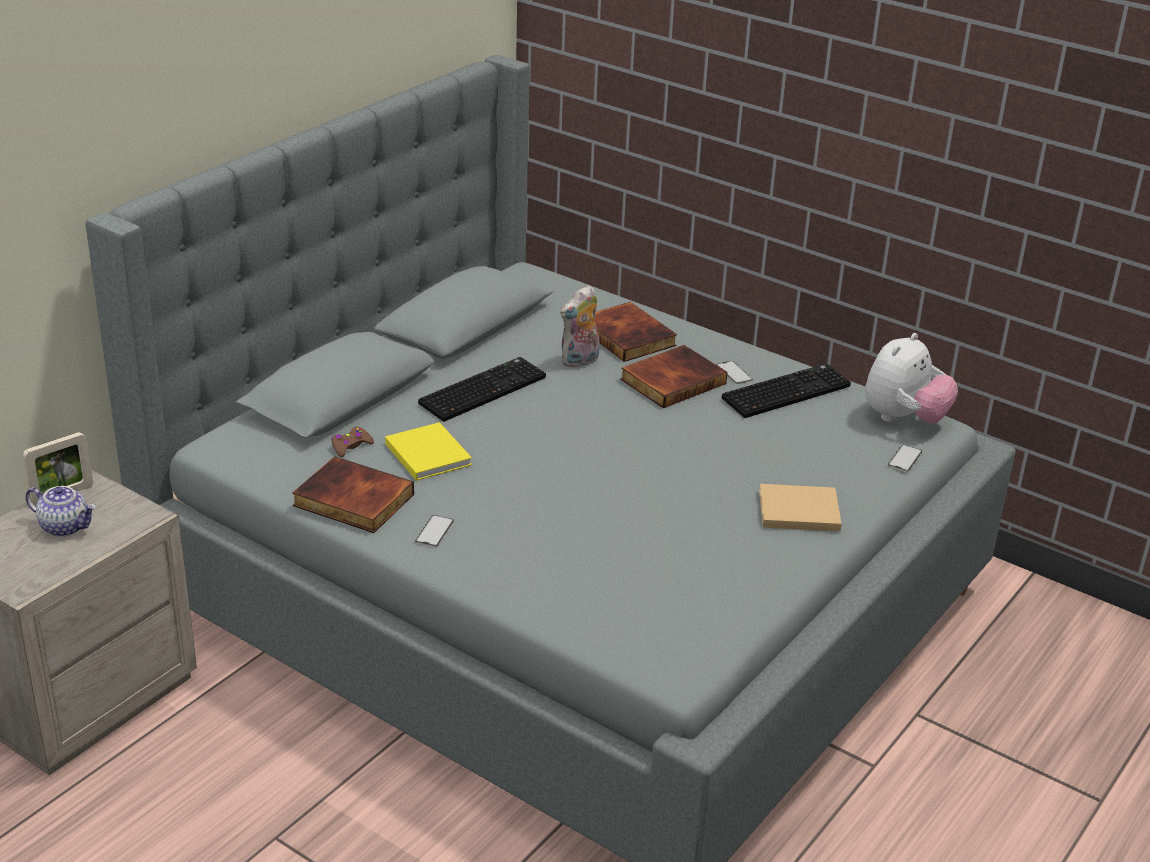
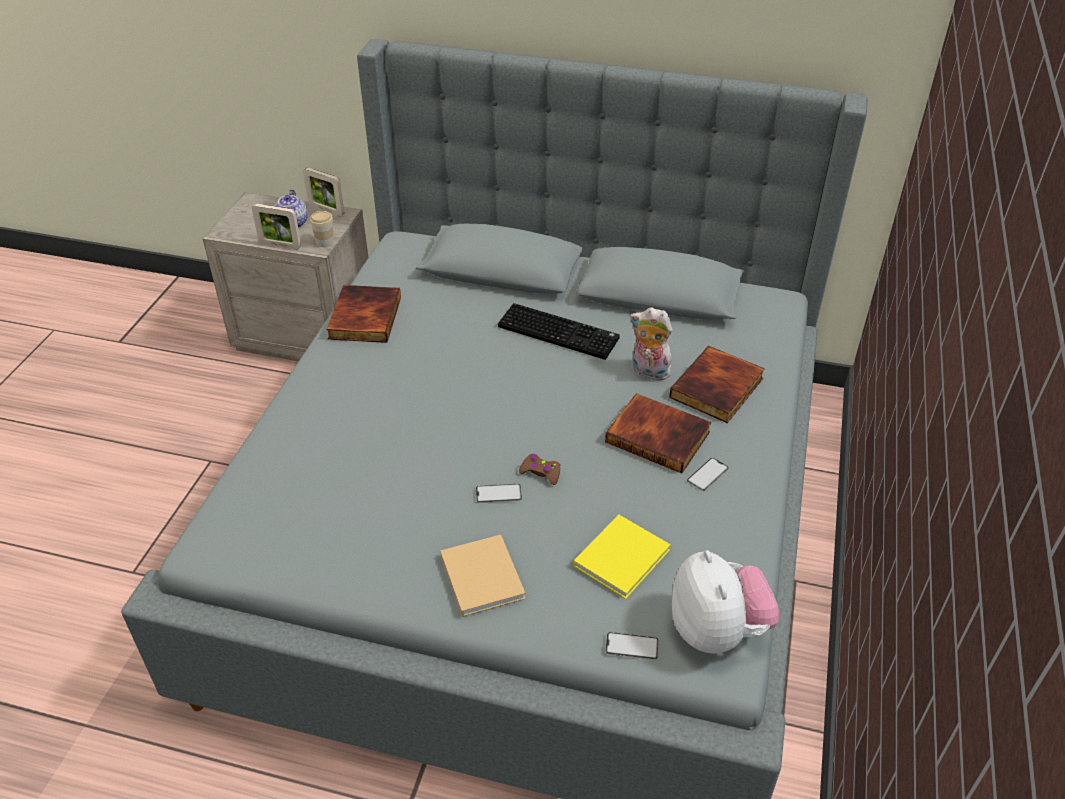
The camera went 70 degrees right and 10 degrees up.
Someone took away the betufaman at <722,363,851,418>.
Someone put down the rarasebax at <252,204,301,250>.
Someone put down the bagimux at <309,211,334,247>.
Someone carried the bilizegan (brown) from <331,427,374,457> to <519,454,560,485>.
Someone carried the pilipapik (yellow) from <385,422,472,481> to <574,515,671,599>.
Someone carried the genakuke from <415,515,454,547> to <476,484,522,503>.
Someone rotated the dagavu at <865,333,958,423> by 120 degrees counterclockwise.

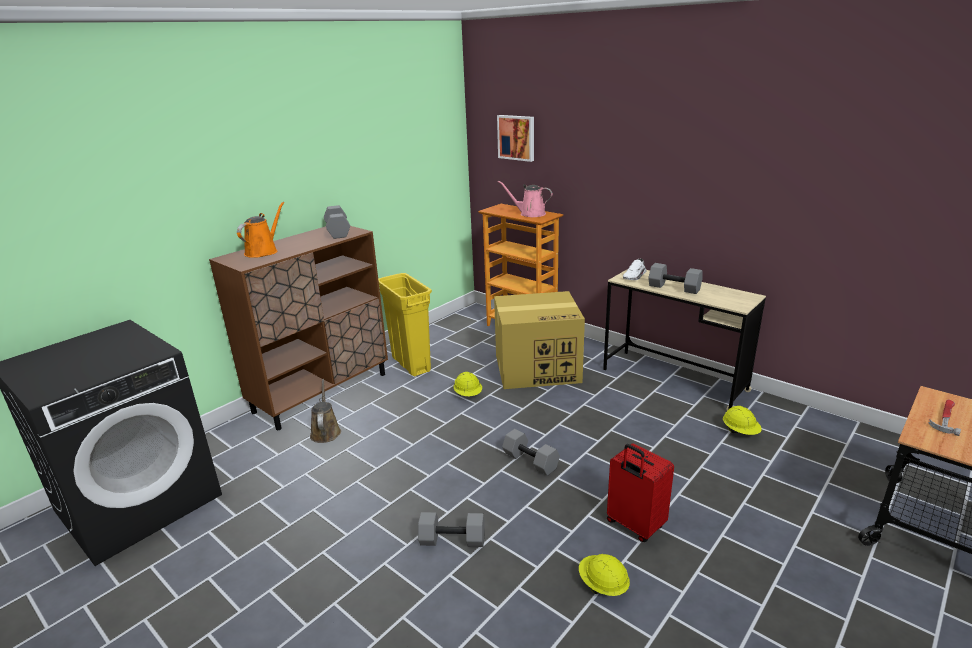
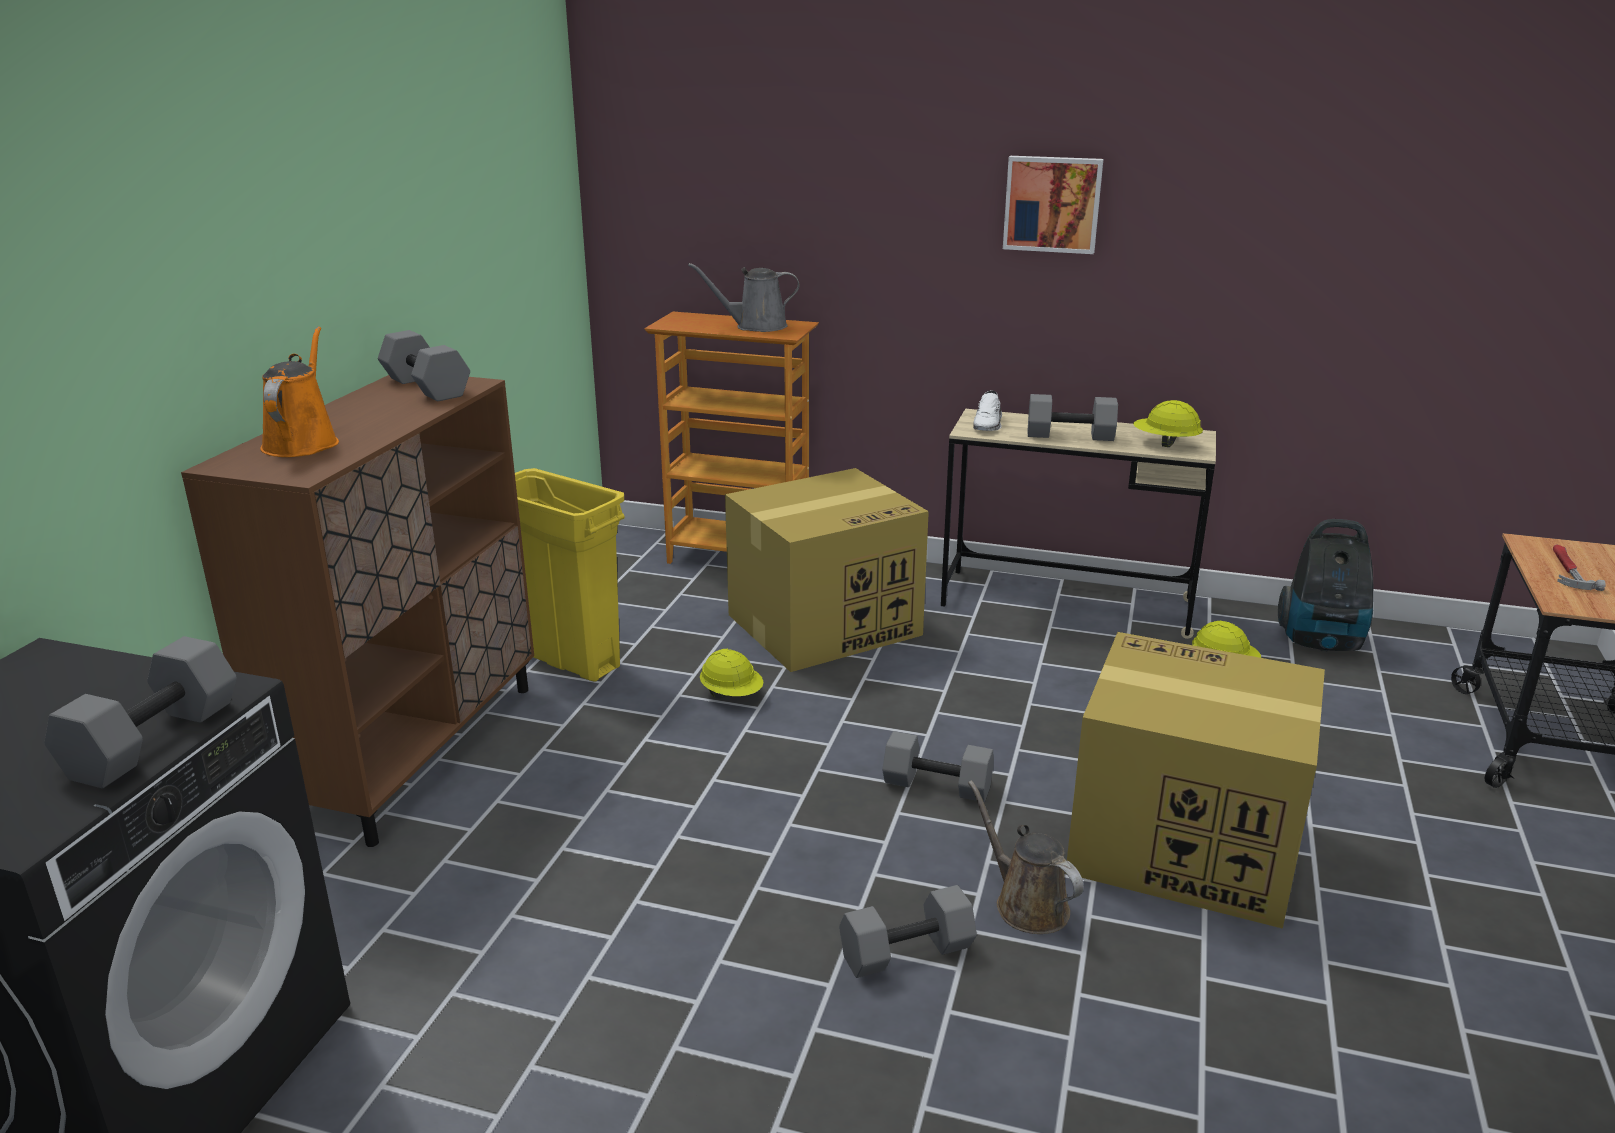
The camera went 25 degrees left and 0 degrees up.
Someone put down the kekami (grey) at <45,636,237,788>.
Someone put down the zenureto at <1278,519,1373,652>.
Someone carried the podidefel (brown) from <310,379,341,443> to <968,780,1084,934>.
Someone carried the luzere from <497,115,534,162> to <1003,156,1103,254>.
Someone carried the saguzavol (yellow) from <579,554,630,596> to <1133,400,1203,447>.
Someone swapped the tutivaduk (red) at <607,443,674,542> for the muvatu at <1065,632,1325,929>.
Someone repainted the podidefel (pink) at <498,181,552,217>, which became the podidefel (grey) at <688,263,799,332>.

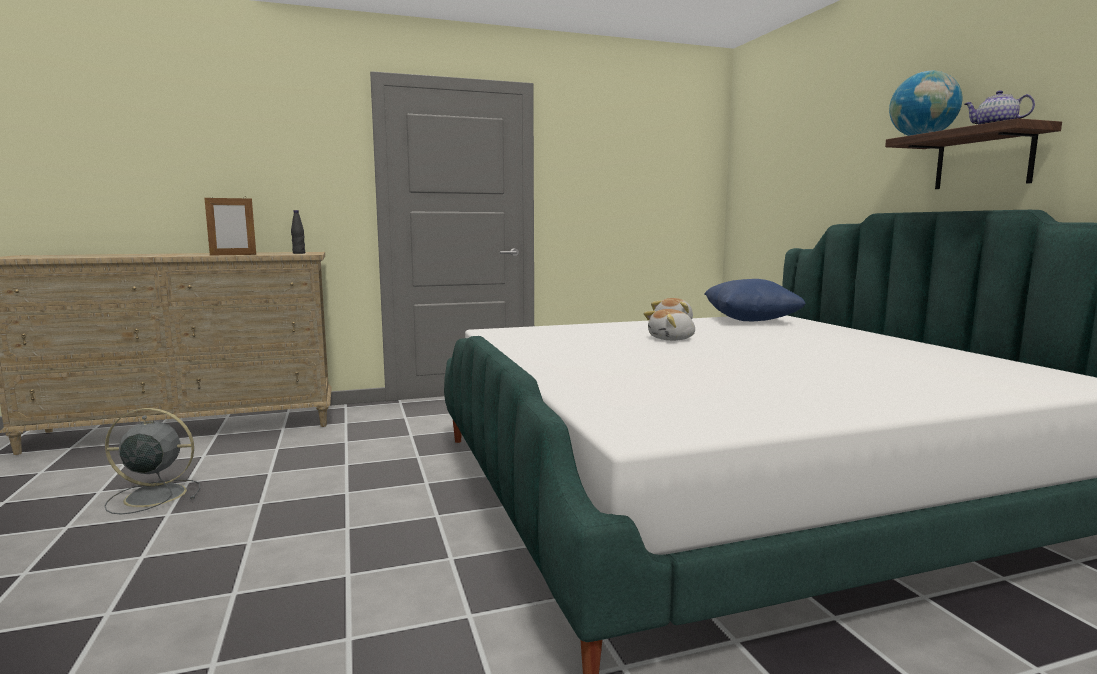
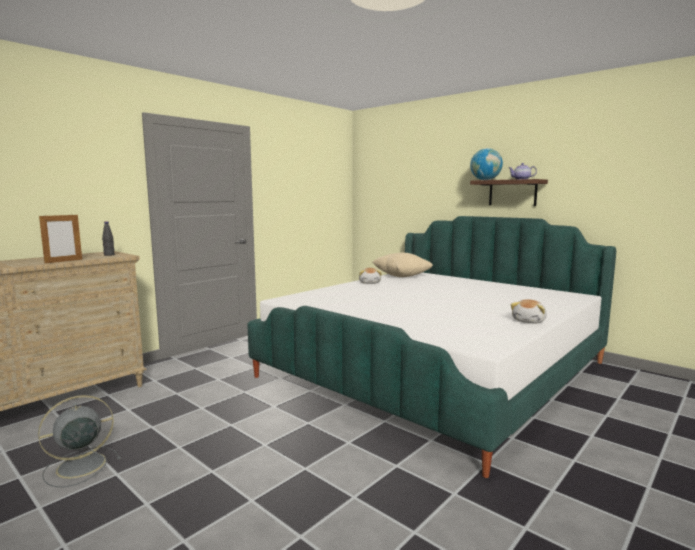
The camera went 30 degrees left and 0 degrees up.
Someone carried the dagavu from <644,309,695,341> to <511,299,547,323>.
Someone repainted the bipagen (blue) at <704,279,806,321>, which became the bipagen (beige) at <372,253,433,277>.

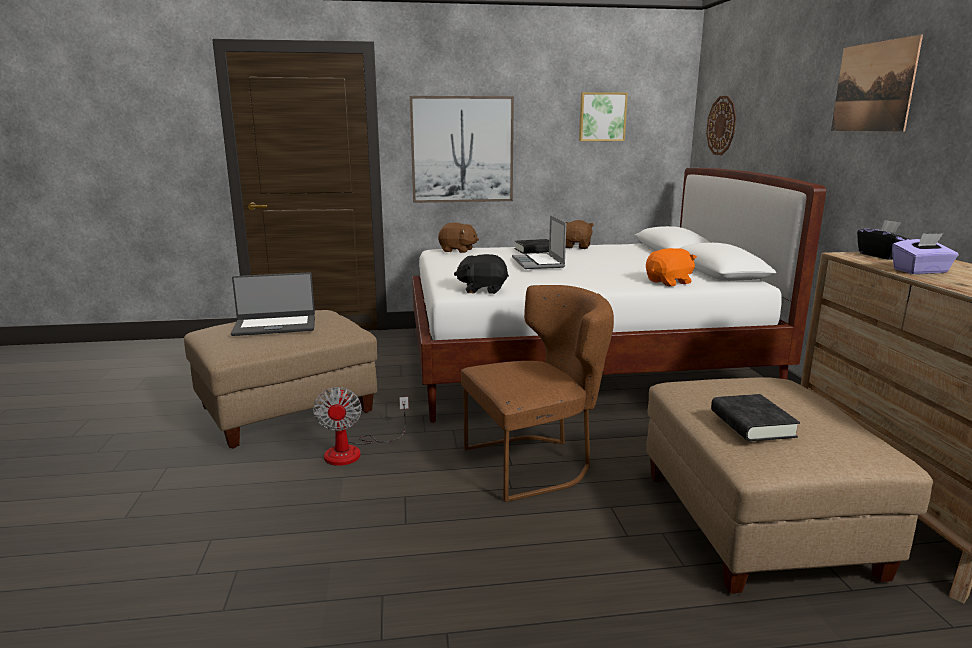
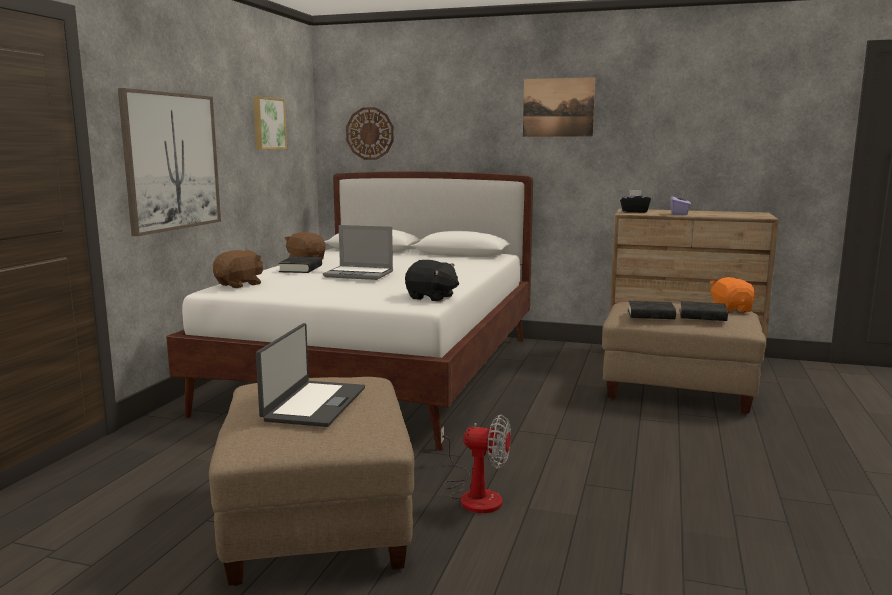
The camera went 65 degrees left and 5 degrees down.
Someone took away the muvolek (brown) at <461,285,614,502>.
Someone put down the pilipapik (black) at <628,301,676,319>.
Someone carried the dagavu (orange) from <646,248,697,287> to <710,277,755,313>.
Someone rotated the dagavu (black) at <454,254,509,294> by 90 degrees counterclockwise.

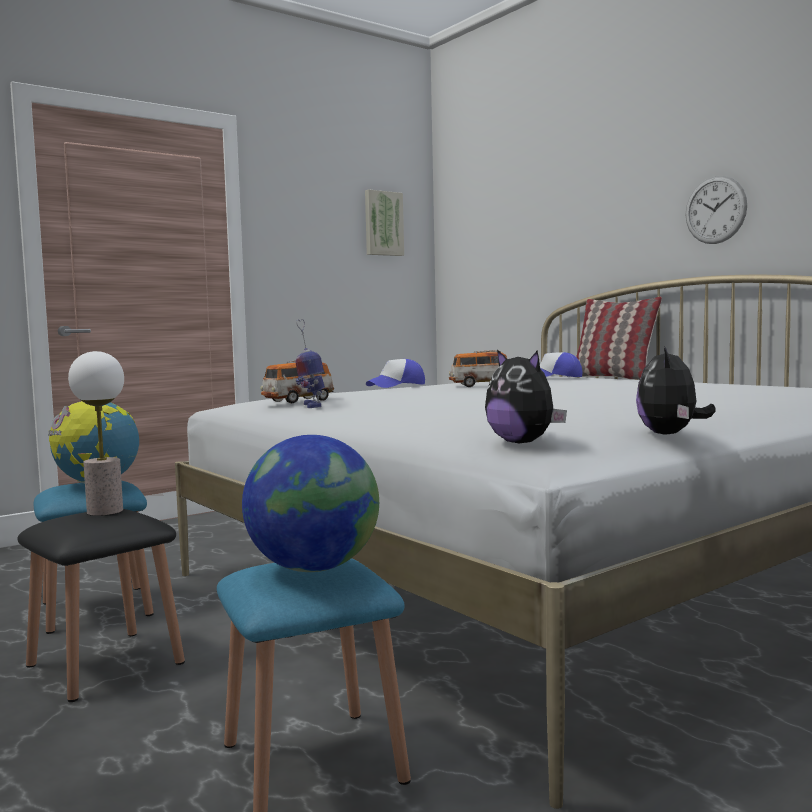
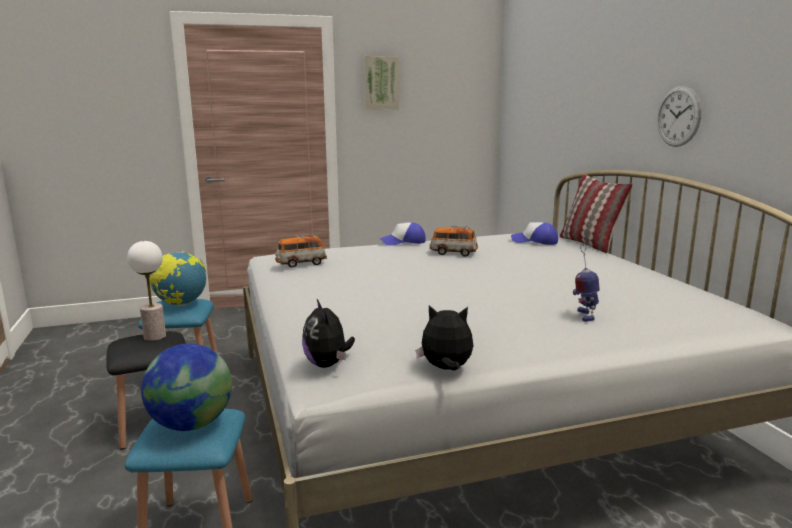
The camera went 20 degrees right and 10 degrees up.
Someone carried the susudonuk from <296,319,325,408> to <573,242,600,322>.
Someone carried the luzere from <365,189,404,256> to <364,56,399,110>.
Someone rotated the dagavu at <636,346,716,435> by 60 degrees clockwise.

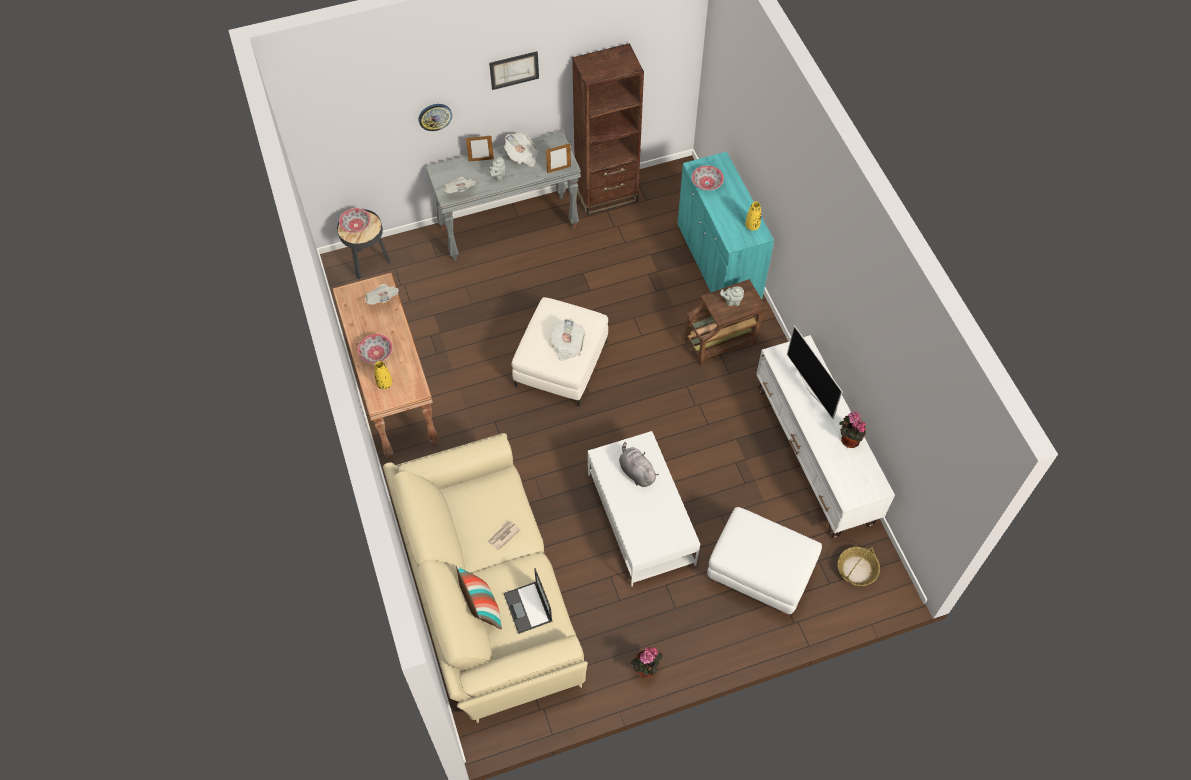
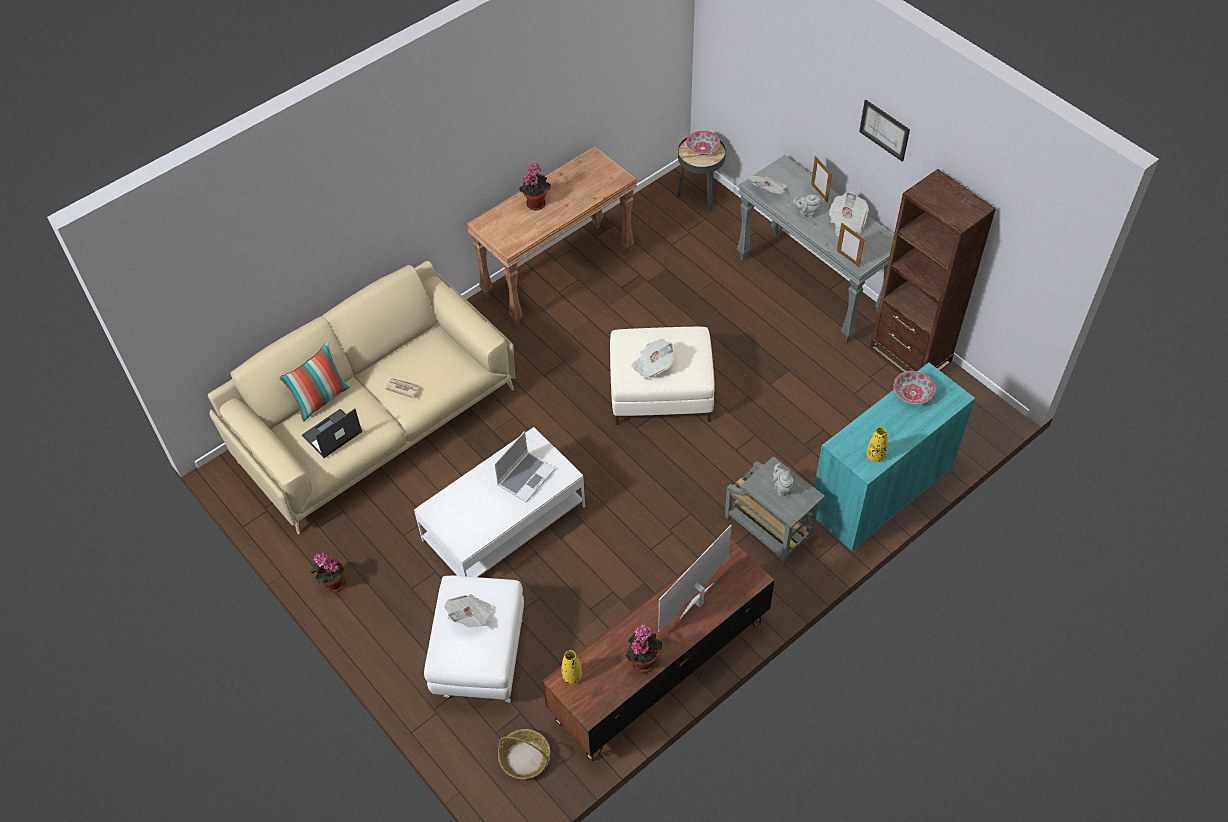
The camera went 70 degrees right and 5 degrees down.
Someone took away the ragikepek at <419,104,452,131>.
Someone carried the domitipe from <365,284,399,305> to <444,594,495,628>.
Someone carried the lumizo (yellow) from <374,361,392,389> to <562,650,582,684>.
Someone swapped the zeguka at <357,334,393,364> for the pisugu at <519,163,551,211>.
Someone swapped the dagavu (grey) at <619,442,659,487> for the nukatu at <494,431,555,502>.
Someone repainted the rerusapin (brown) at <685,279,768,365>, which became the rerusapin (grey) at <725,456,825,565>.
Someone repainted the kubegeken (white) at <756,335,895,538>, which became the kubegeken (brown) at <542,539,774,761>.

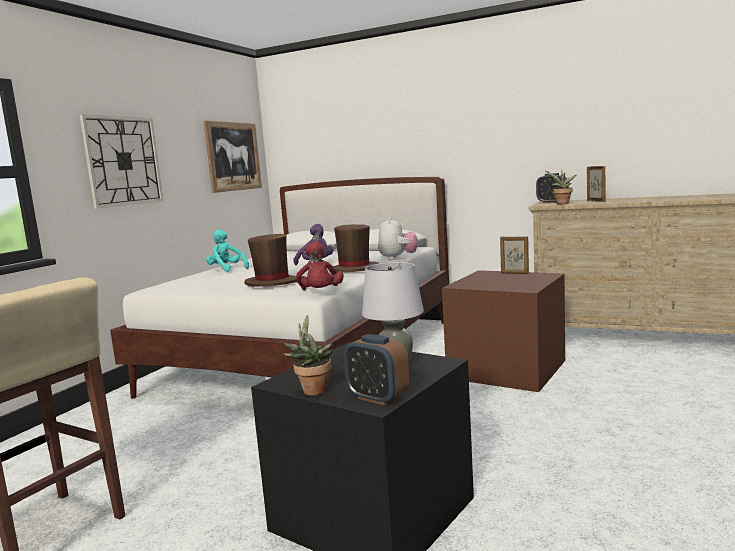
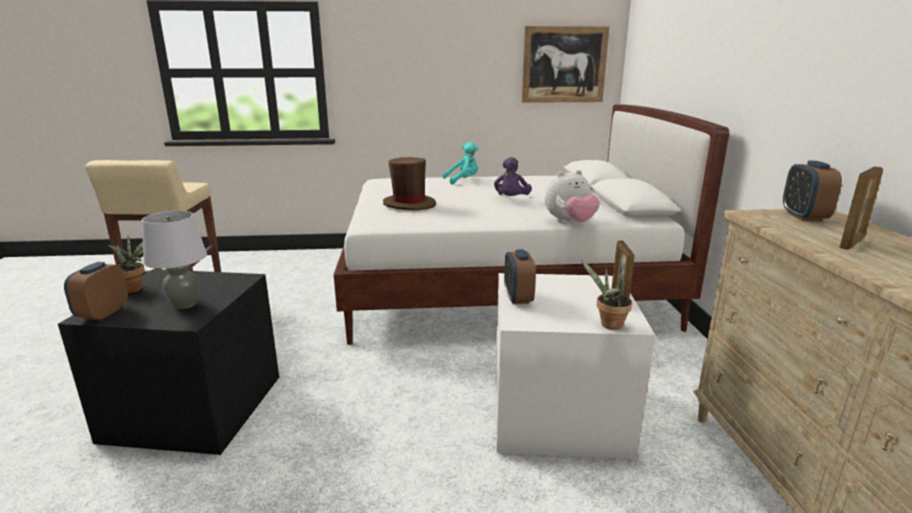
The camera went 60 degrees right and 10 degrees up.
Someone took away the ragikepek at <79,114,163,209>.
Someone took away the dagavu (red) at <296,242,344,290>.
Someone took away the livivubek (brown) at <333,224,380,272>.
Someone put down the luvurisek at <504,249,536,304>.
Someone carried the pisugu from <545,169,576,204> to <581,260,632,330>.
Someone repainted the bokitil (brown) at <442,270,565,392>, which became the bokitil (white) at <496,273,655,459>.
Someone rotated the dagavu (turquoise) at <206,229,249,272> by 60 degrees clockwise.

